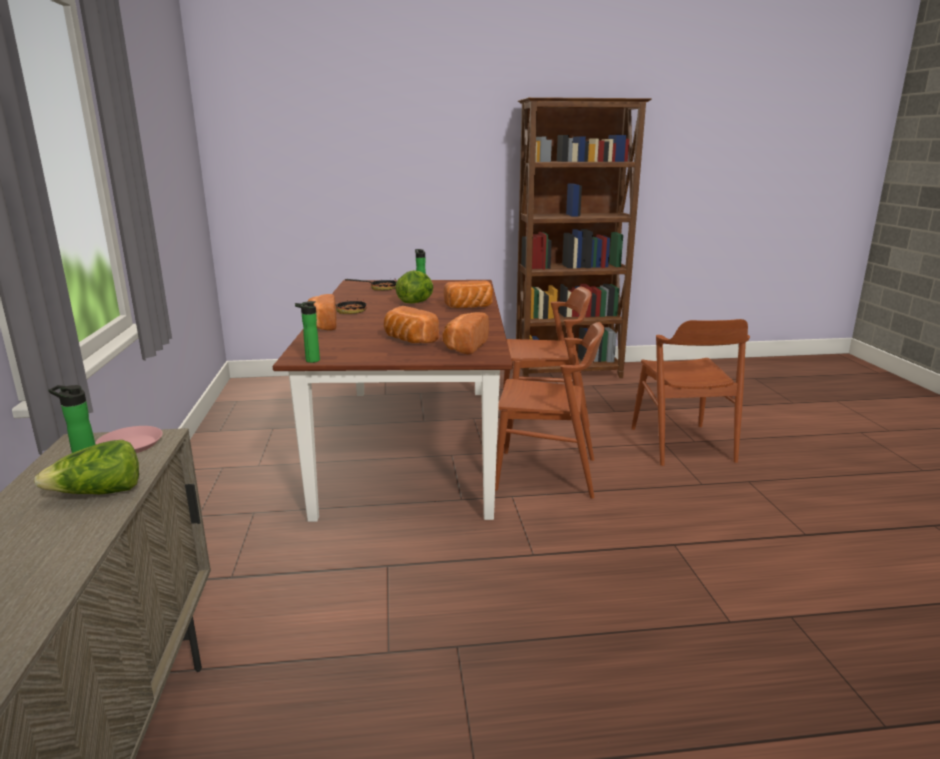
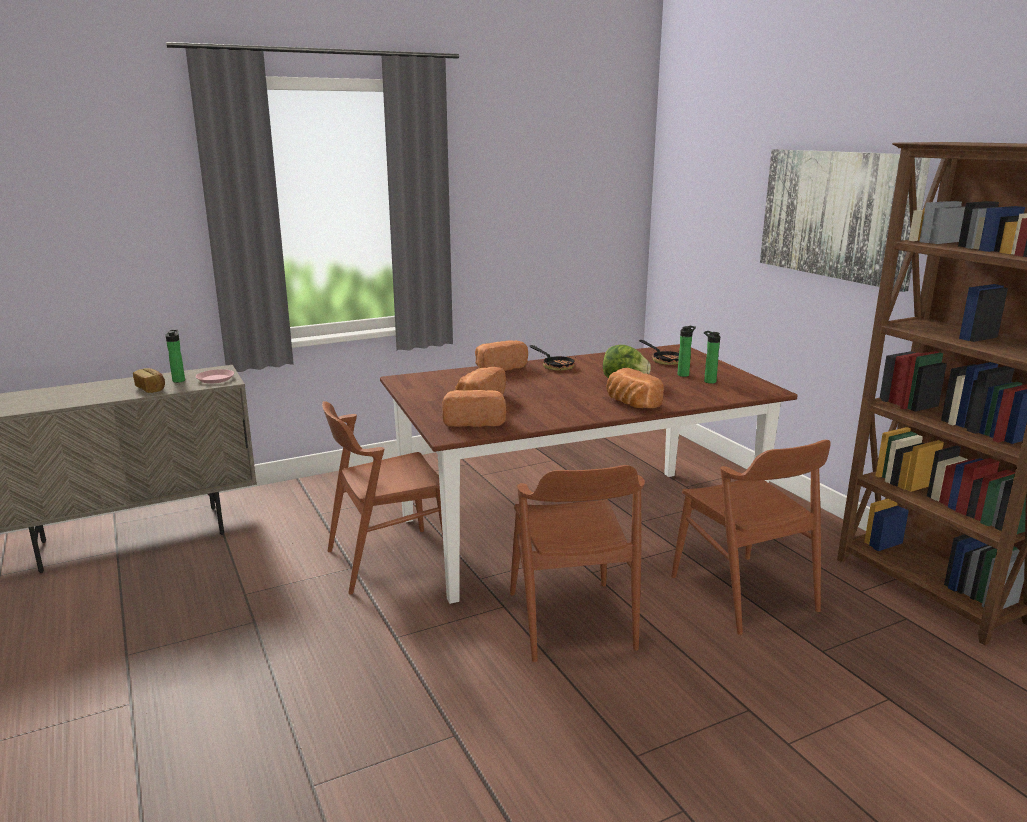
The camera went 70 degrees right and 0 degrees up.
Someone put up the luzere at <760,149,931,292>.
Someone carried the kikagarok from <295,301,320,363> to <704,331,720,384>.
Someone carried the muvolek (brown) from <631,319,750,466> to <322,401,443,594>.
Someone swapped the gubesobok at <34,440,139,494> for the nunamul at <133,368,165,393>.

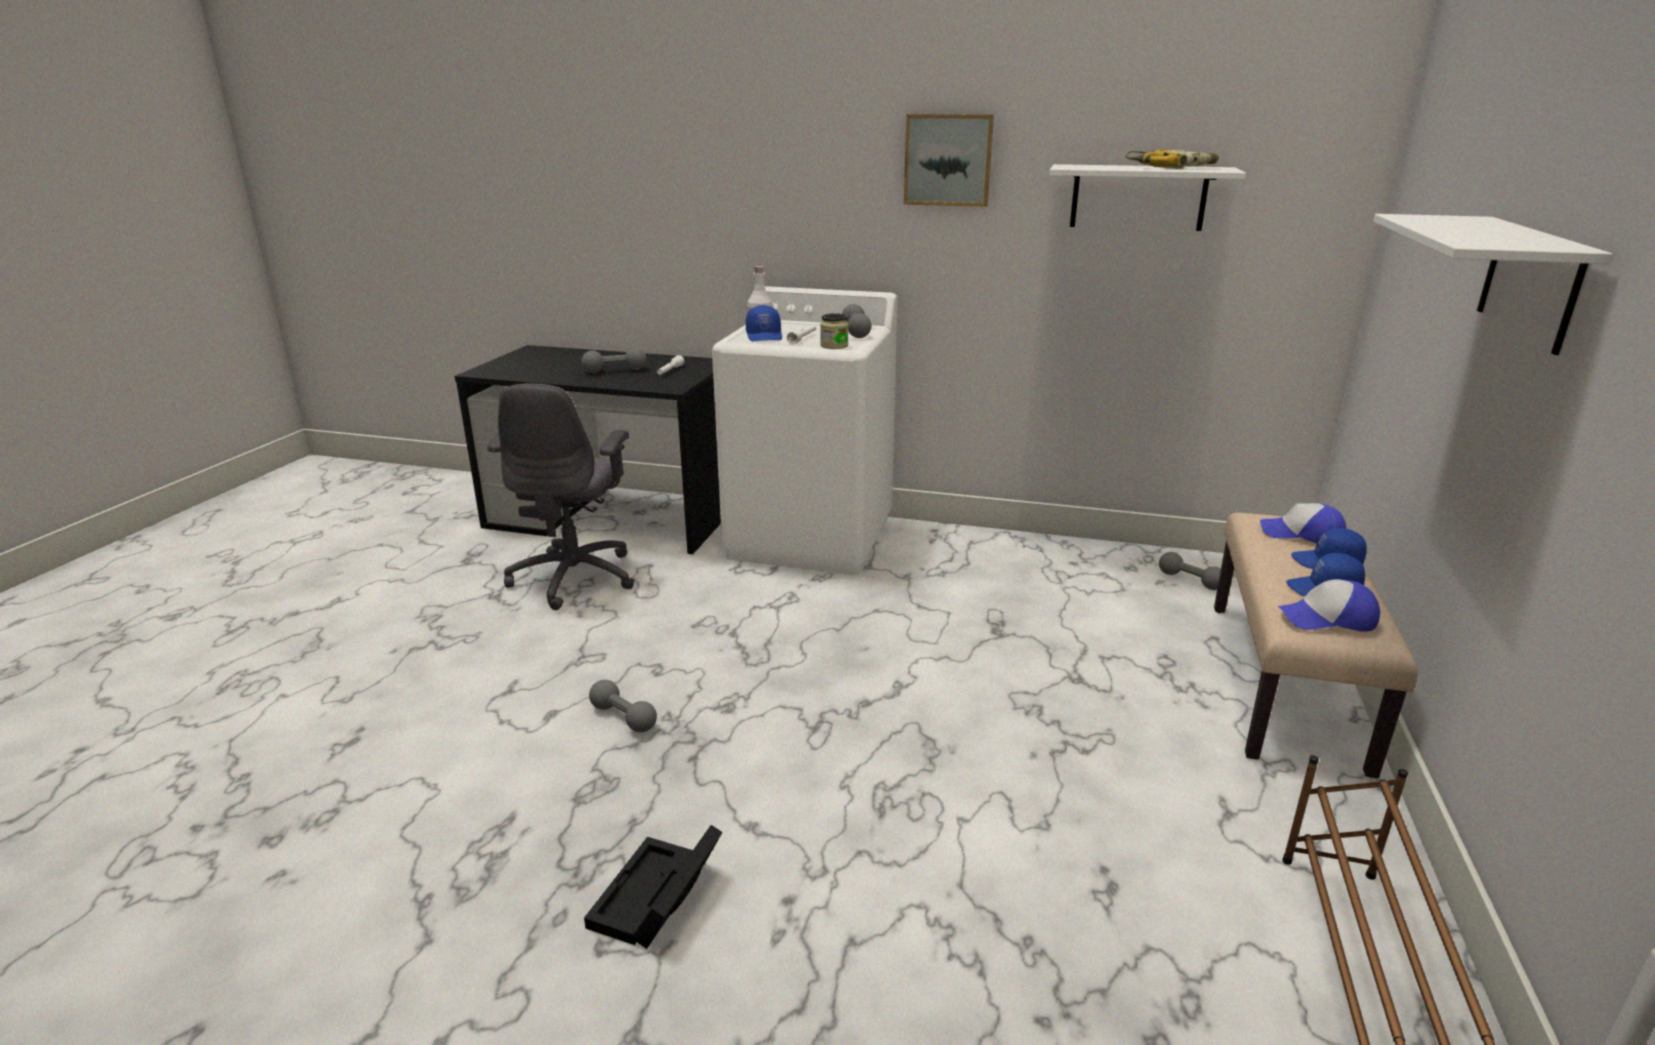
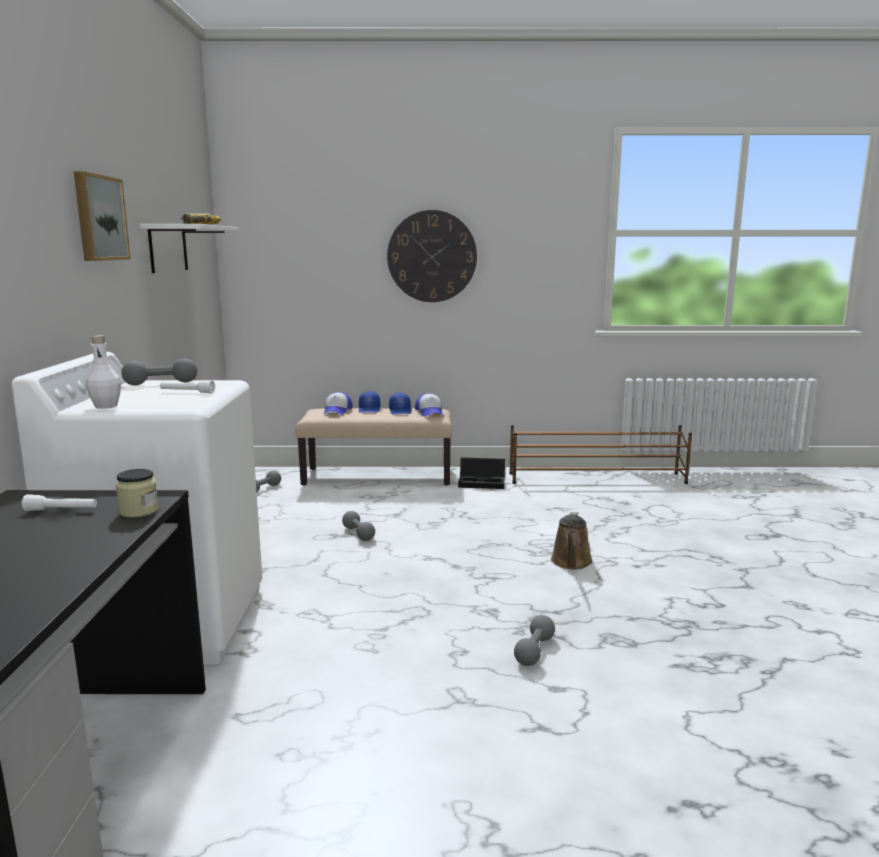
The camera went 105 degrees left and 10 degrees down.
Someone took away the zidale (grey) at <487,383,634,610>.
Someone took away the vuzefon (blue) at <746,305,782,341>.
Someone put down the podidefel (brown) at <551,512,592,569>.
Someone carried the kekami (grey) from <581,348,647,373> to <342,511,375,541>.
Someone carried the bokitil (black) from <584,825,722,949> to <458,458,505,489>.
Someone carried the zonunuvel from <820,313,849,349> to <116,469,159,518>.
Someone swapped the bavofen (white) at <1373,214,1613,355> for the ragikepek at <387,210,477,302>.

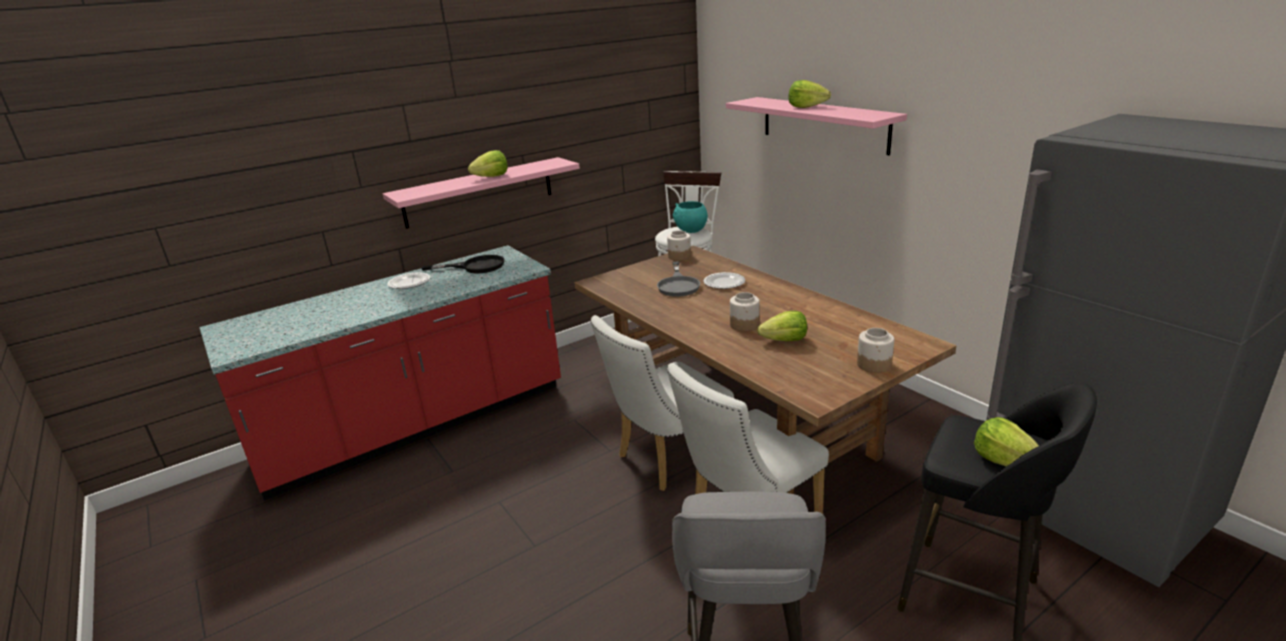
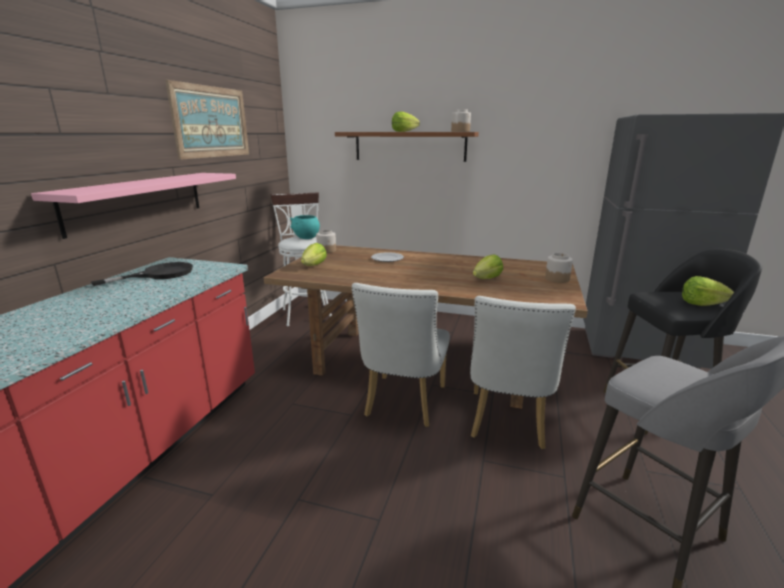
The camera went 40 degrees left and 5 degrees down.
Someone took away the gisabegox at <387,272,430,289>.
Someone took away the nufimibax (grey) at <657,262,700,296>.
Someone put up the luzere at <165,80,249,160>.
Someone carried the gubesobok from <468,150,508,177> to <301,243,327,266>.
Someone carried the zonunuvel from <730,292,760,331> to <451,109,471,132>.
Someone repainted the bavofen (pink) at <726,97,907,155>, which became the bavofen (brown) at <335,132,479,162>.

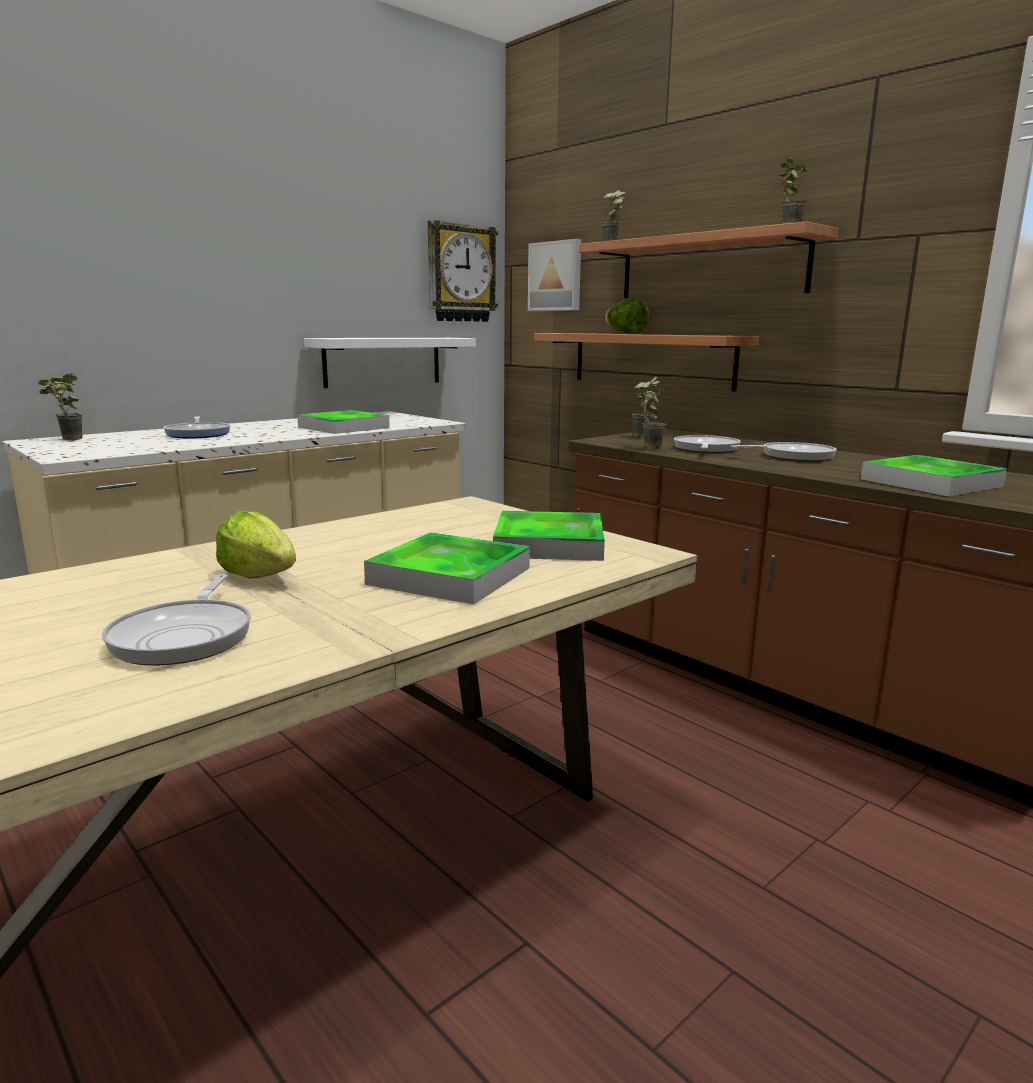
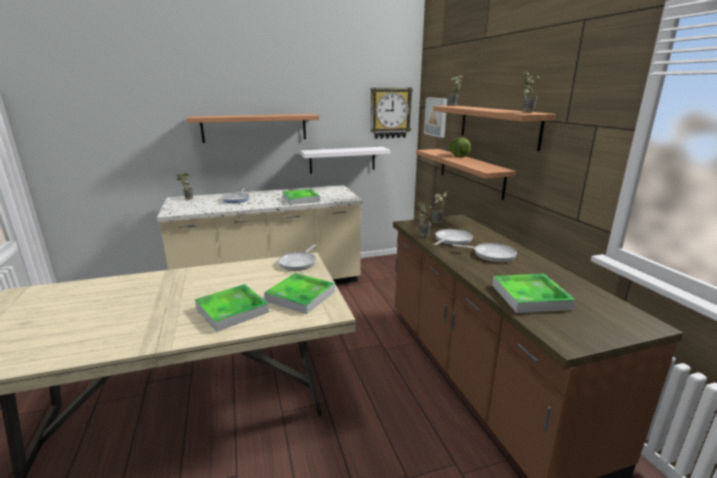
The camera went 25 degrees right and 5 degrees up.
Someone took away the gubesobok at <216,511,296,579>.
Someone put up the bavofen at <186,114,319,143>.
Someone carried the nufimibax from <102,574,251,666> to <278,245,316,271>.

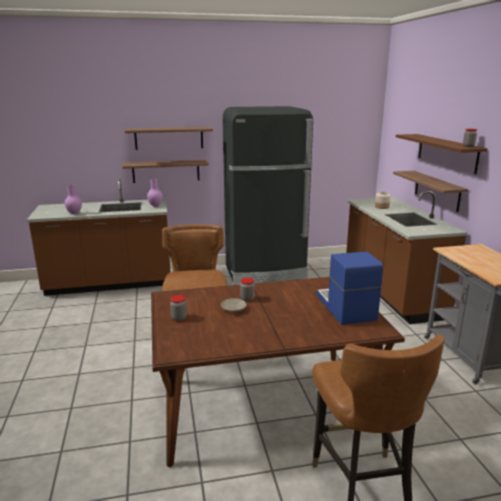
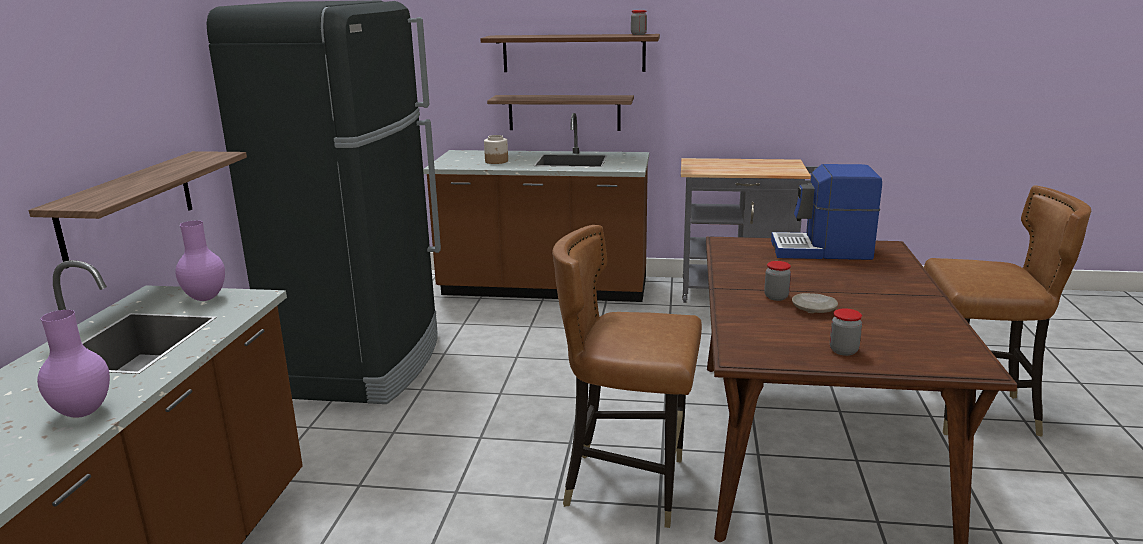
The camera went 70 degrees left and 0 degrees up.
Someone took away the bavofen at <125,127,213,150>.

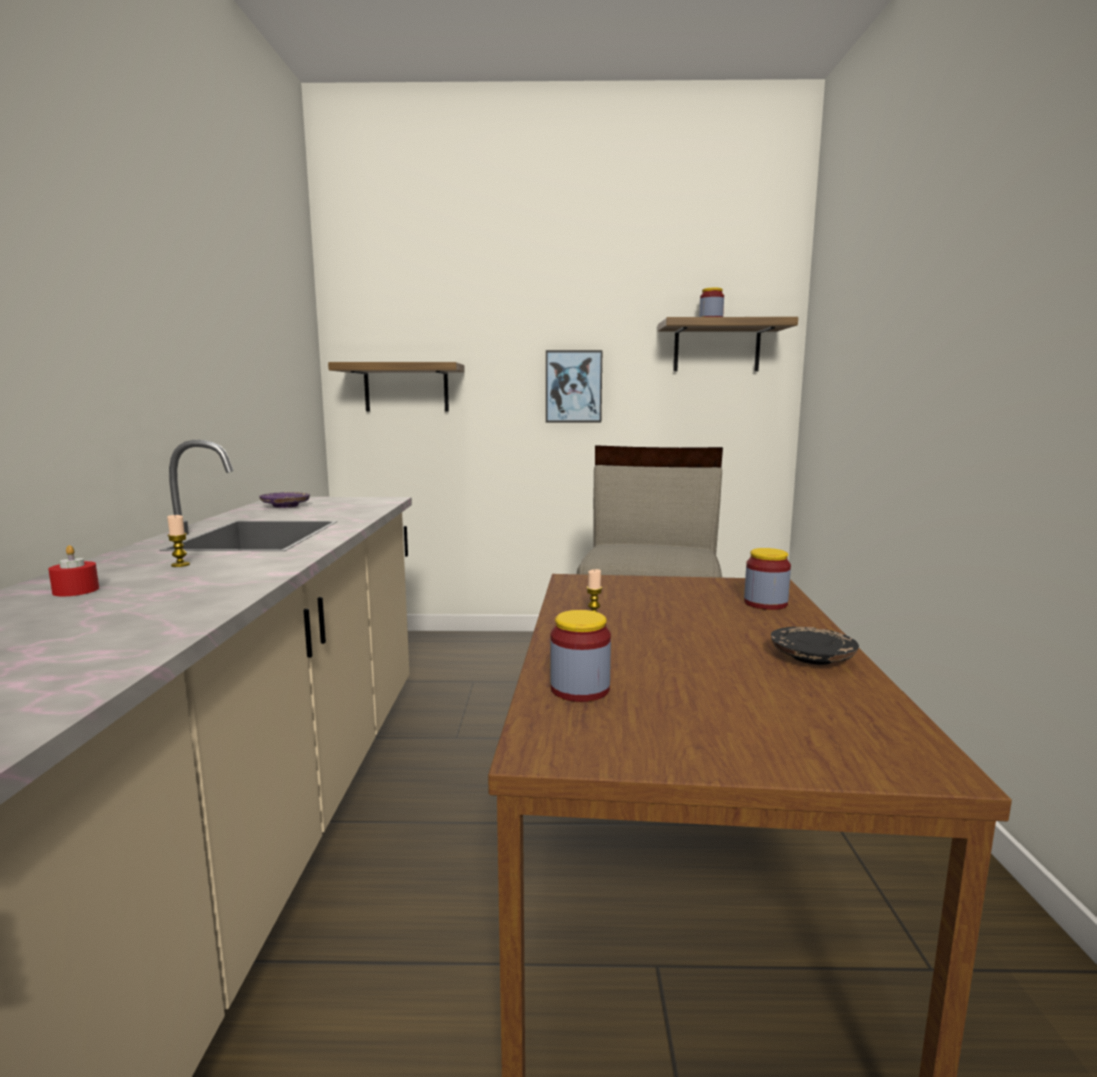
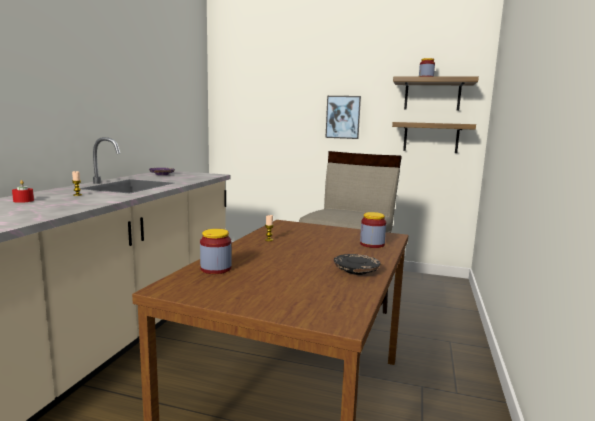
The camera went 15 degrees right and 0 degrees up.
Someone carried the bavofen from <328,362,465,411> to <392,122,476,153>.

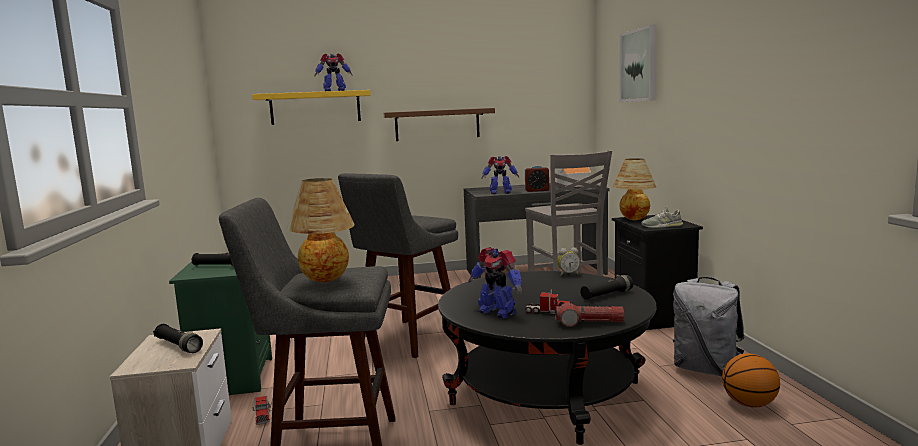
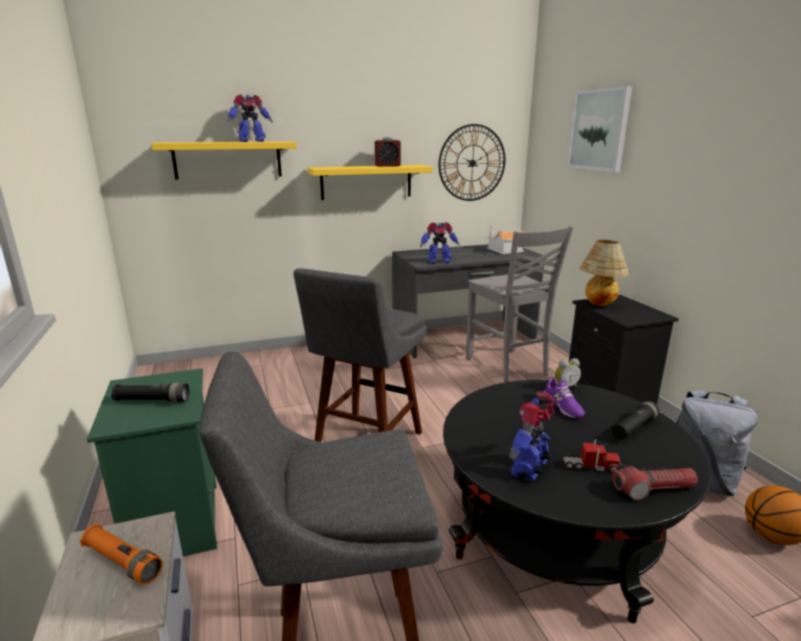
The camera went 10 degrees left and 10 degrees up.
Someone took away the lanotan at <252,396,271,425>.
Someone took away the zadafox at <287,178,355,282>.
Someone took away the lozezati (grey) at <641,206,683,228>.
Someone put up the ragikepek at <438,124,505,201>.
Someone put down the lozezati (purple) at <544,378,585,418>.
Someone carried the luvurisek from <525,165,549,192> to <374,137,401,167>.
Someone repainted the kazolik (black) at <153,324,203,353>, which became the kazolik (orange) at <79,524,163,584>.
Someone repainted the bavofen (brown) at <384,108,495,141>, which became the bavofen (yellow) at <308,165,433,200>.
Someone rotated the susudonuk at <469,247,522,318> by 90 degrees clockwise.

